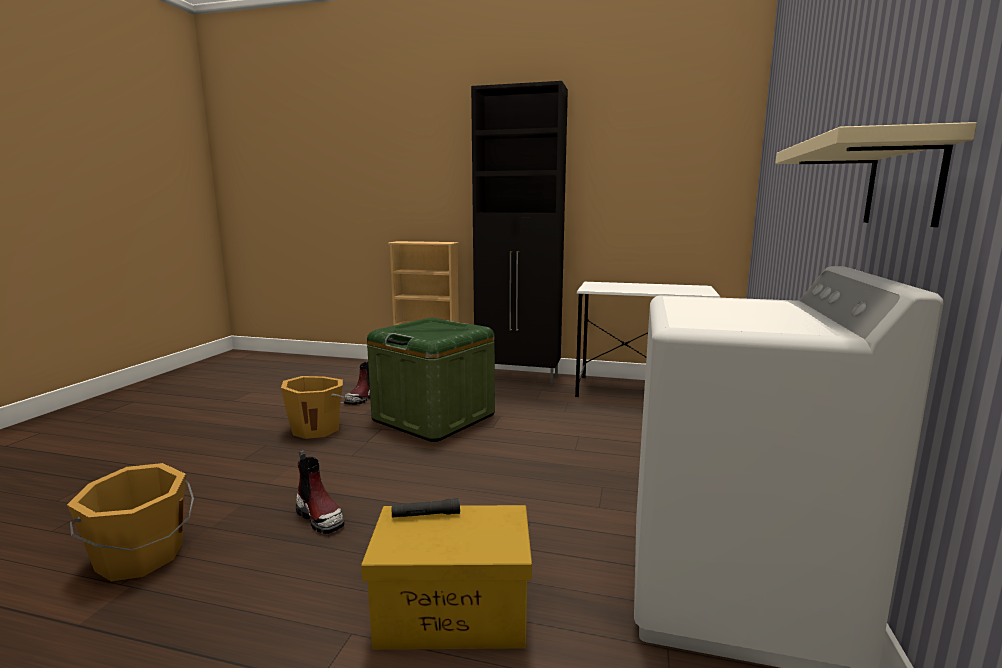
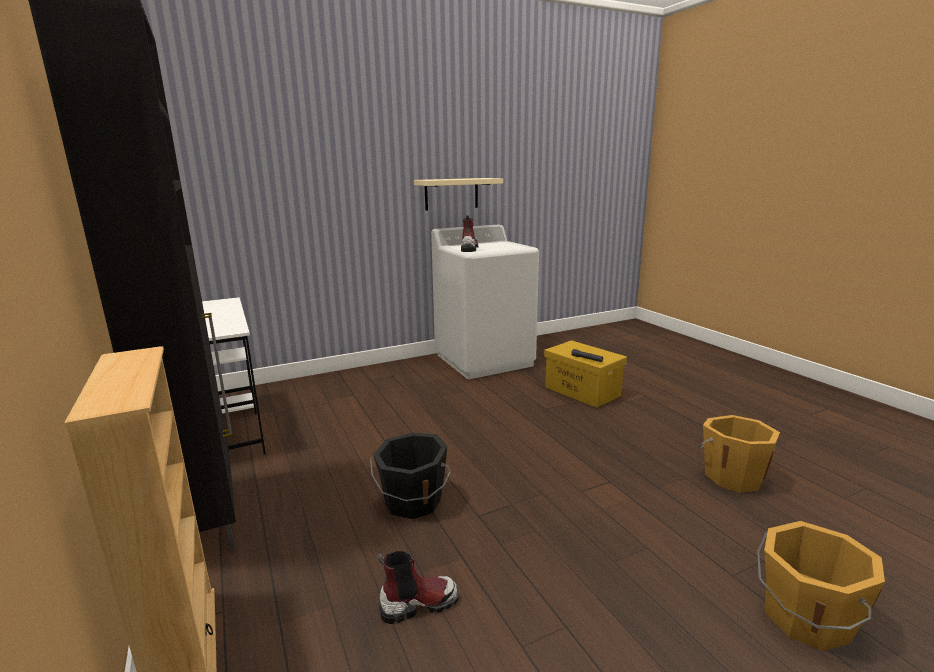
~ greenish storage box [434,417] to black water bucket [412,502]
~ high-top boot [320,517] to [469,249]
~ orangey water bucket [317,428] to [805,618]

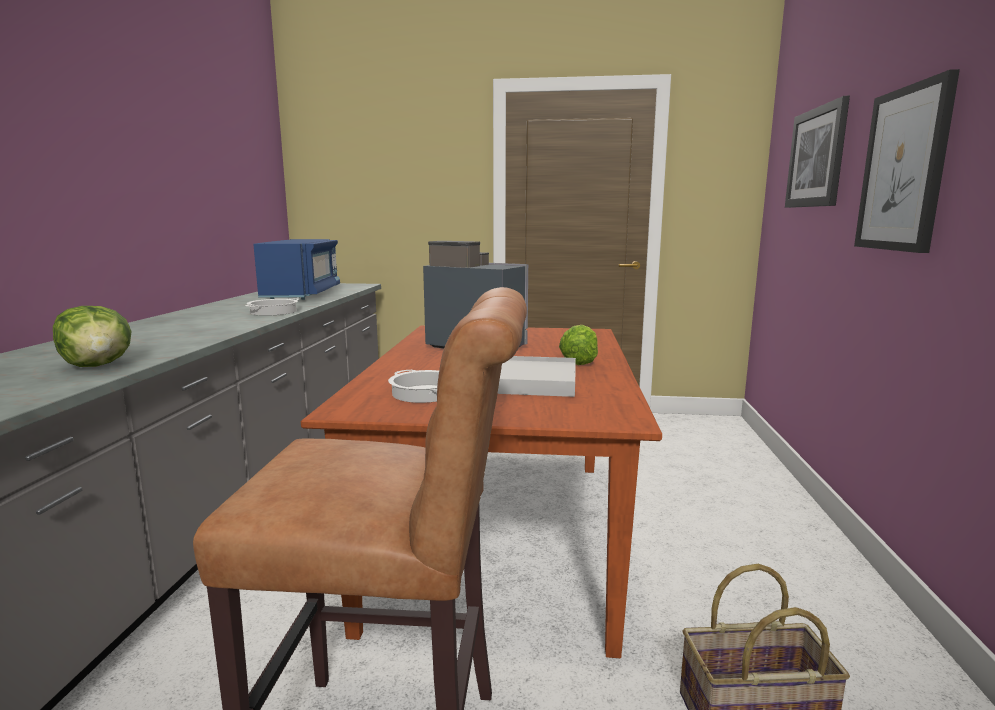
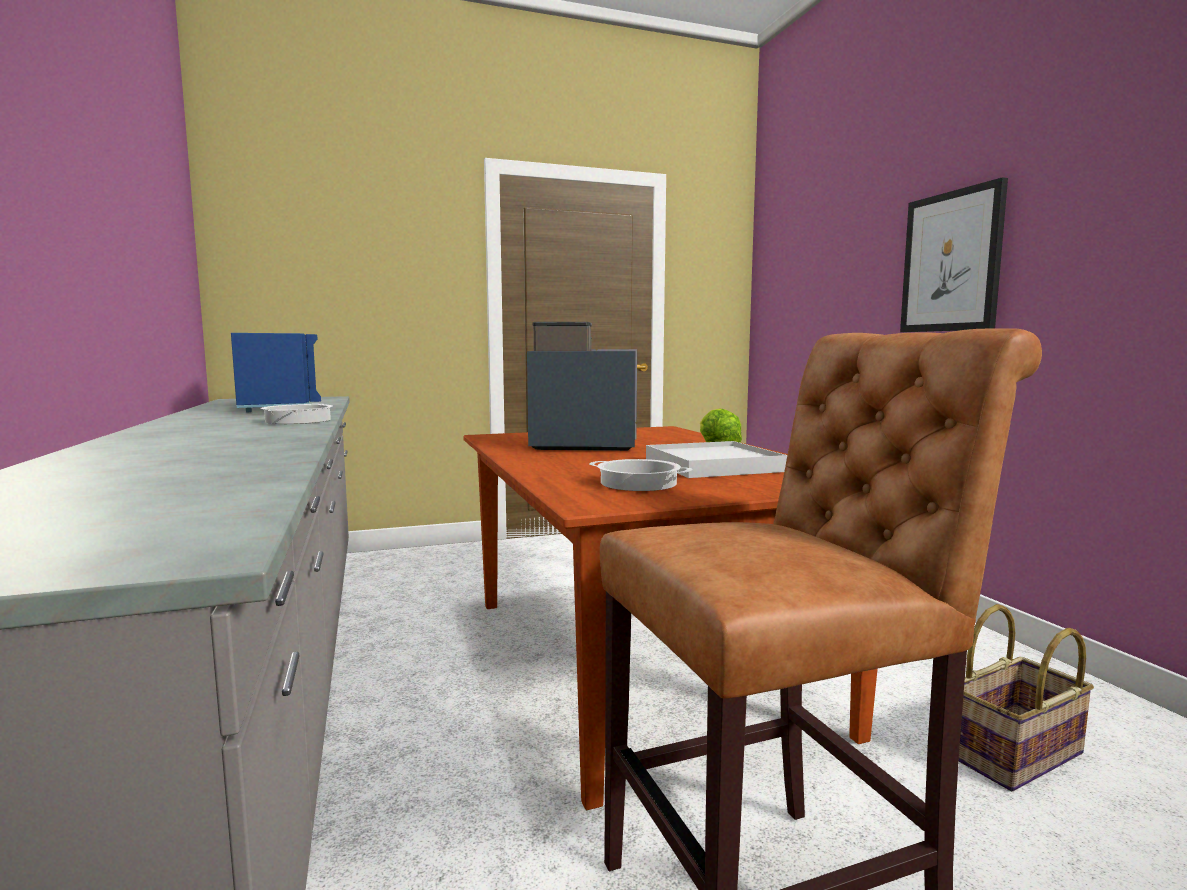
- lettuce [98,365]
- wall picture [817,157]

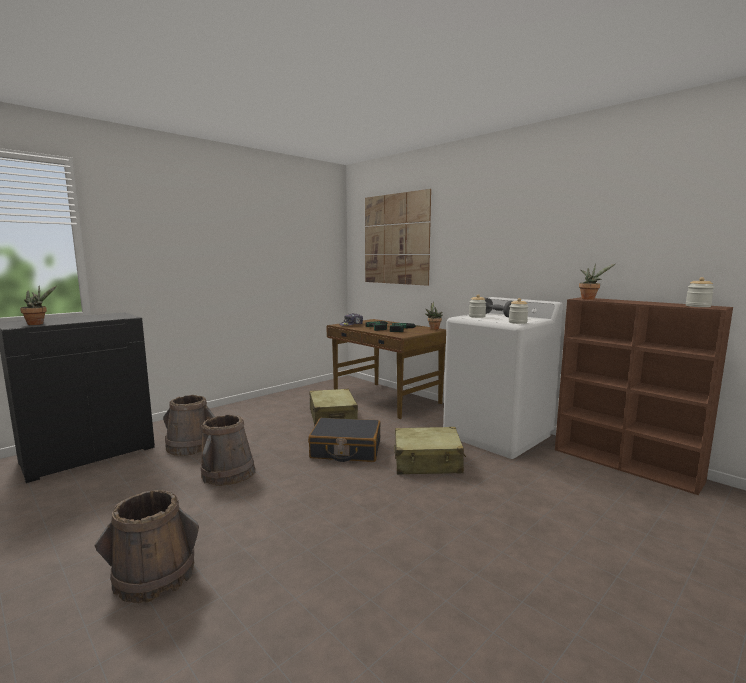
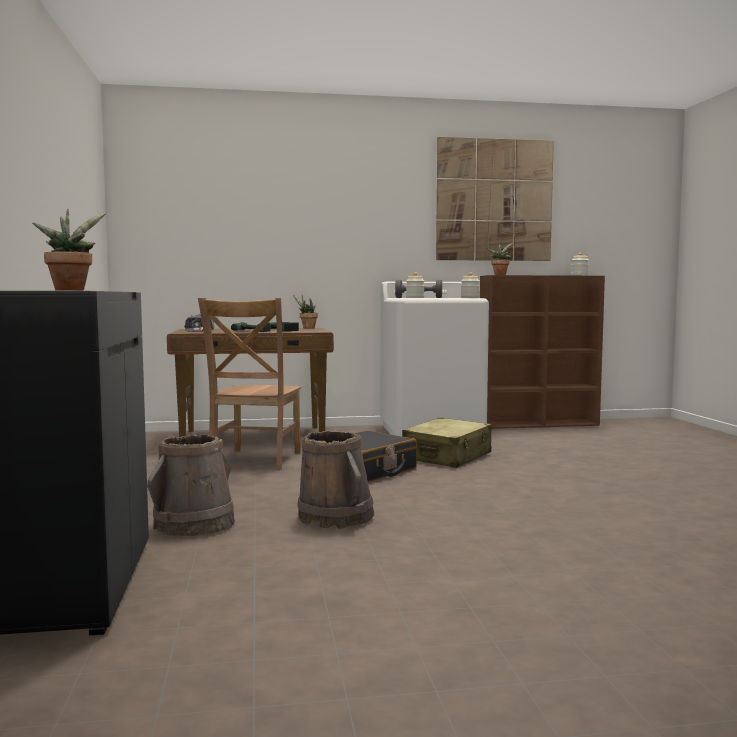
~ beige-coloured piece of luggage [332,417] to brown upright chair [254,460]
~ wall picture [396,239] to [494,200]
- brown water bucket [154,576]

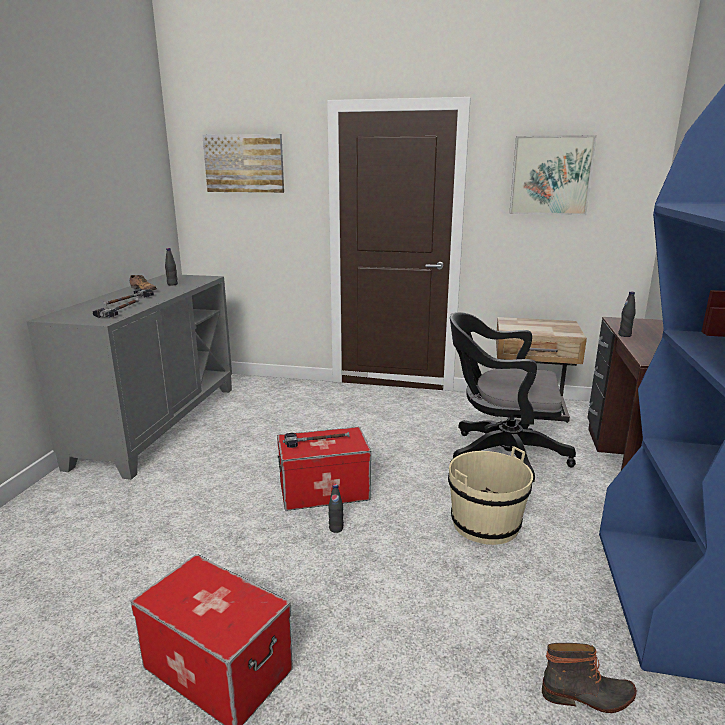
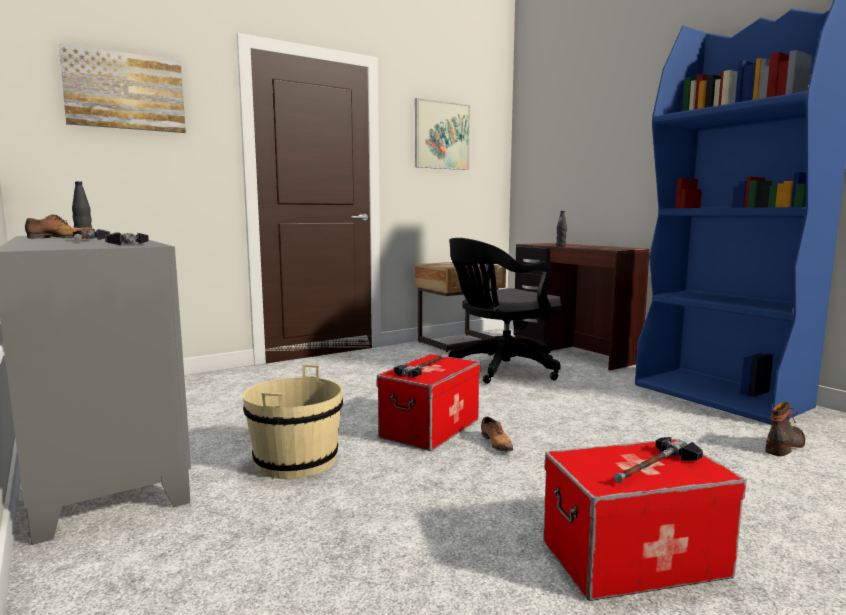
~ beige-coloured water bucket [485,524] to [296,461]
~ black drink bottle [336,528] to low shoe [496,443]
+ tool hammer [654,467]

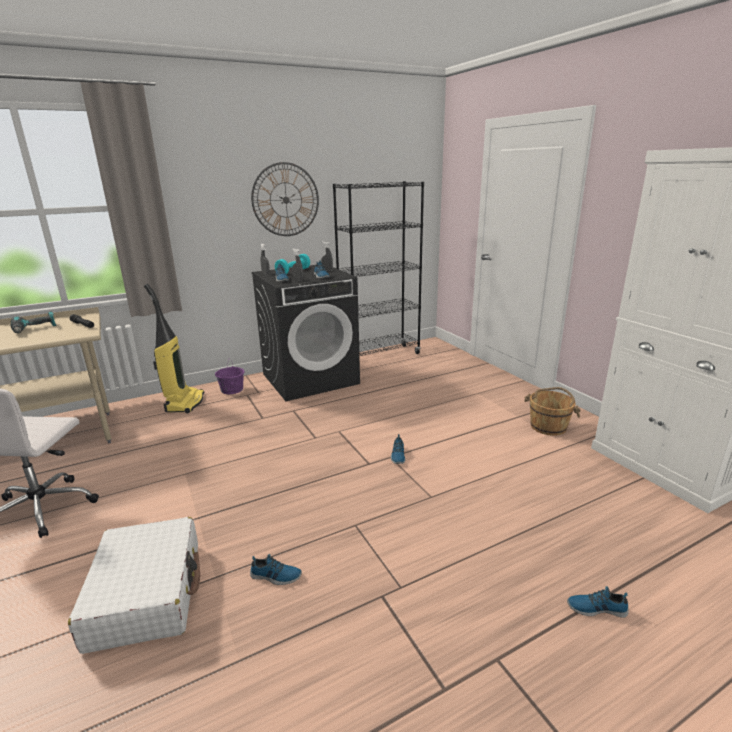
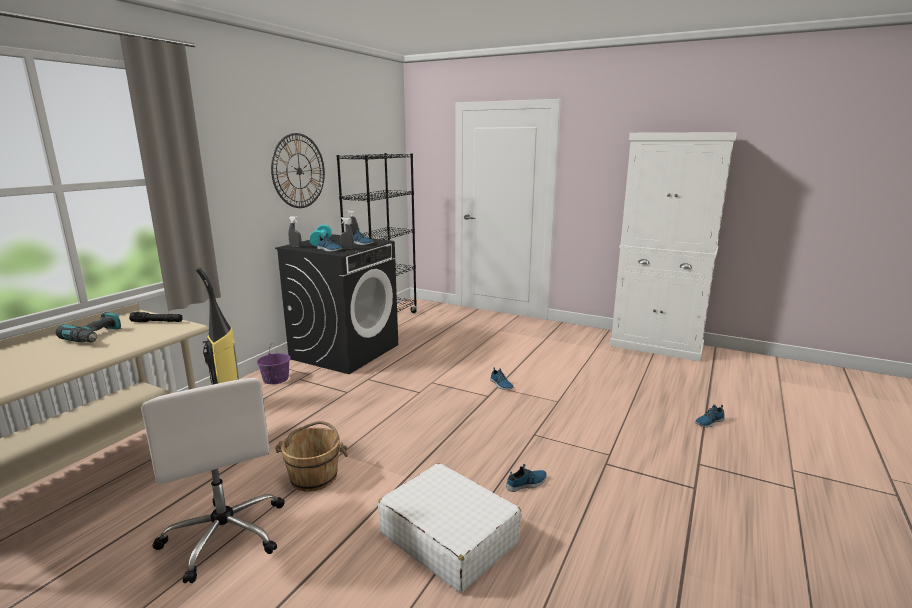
~ brown water bucket [548,426] to [314,476]

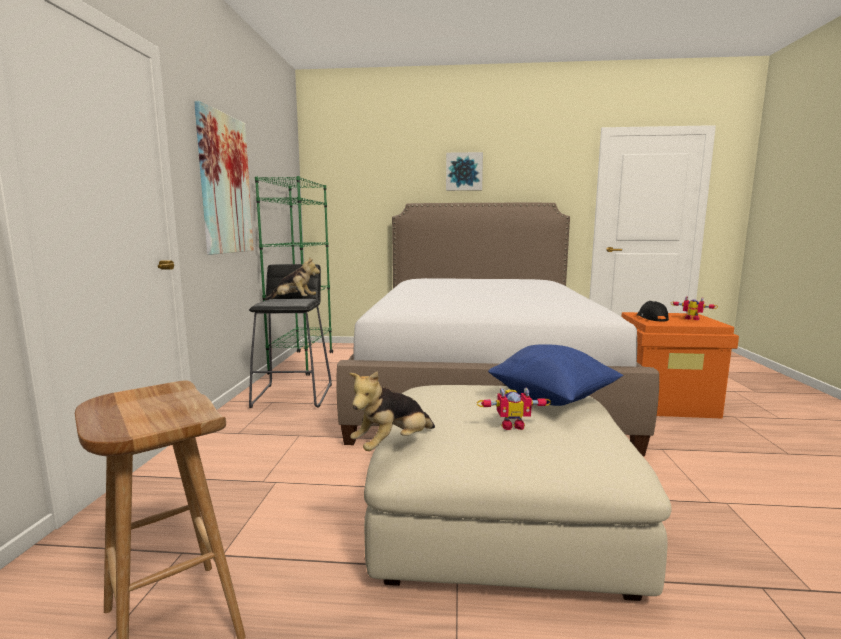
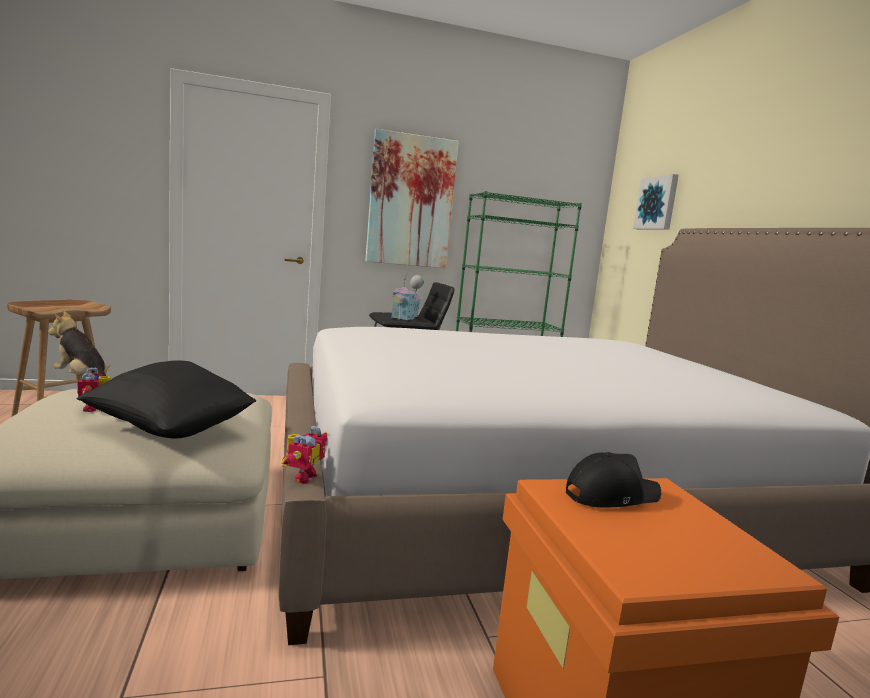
~ bluish pillow [553,400] to black pillow [171,430]
~ toy robot [691,319] to [301,476]
~ cuddly toy [294,300] to miniature house [406,317]
~ wall picture [464,171] to [657,203]

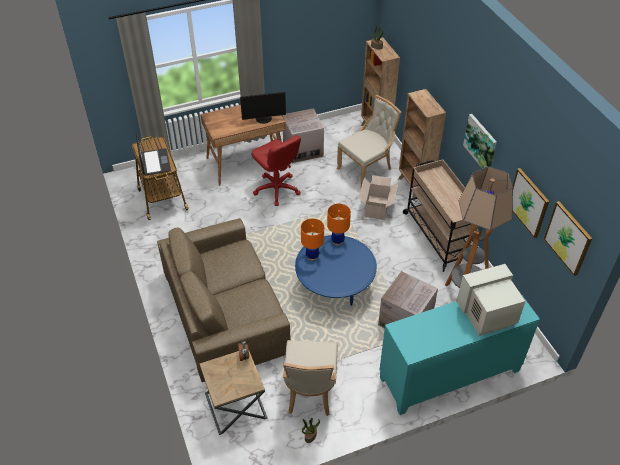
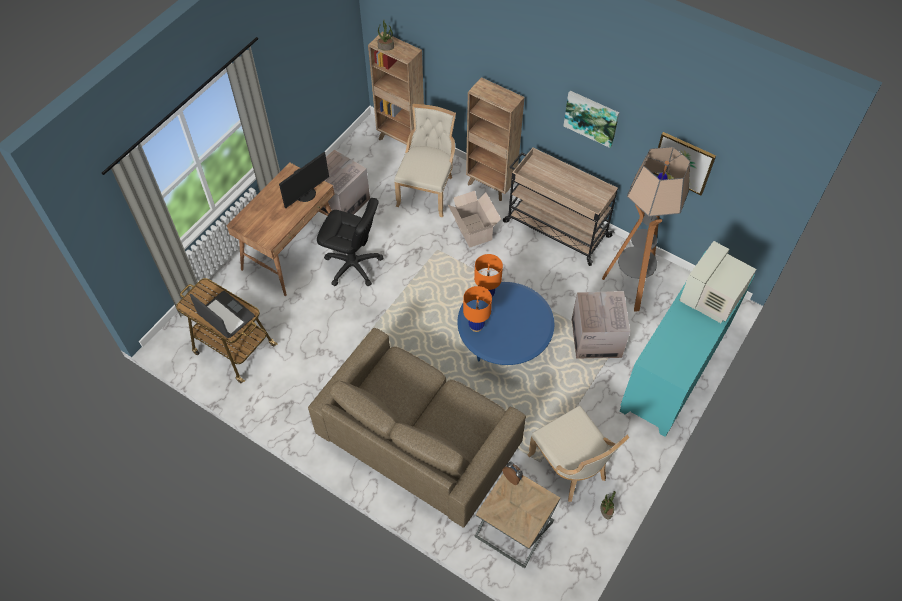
~ red office chair [276,189] to black office chair [353,266]
- wall picture [568,238]

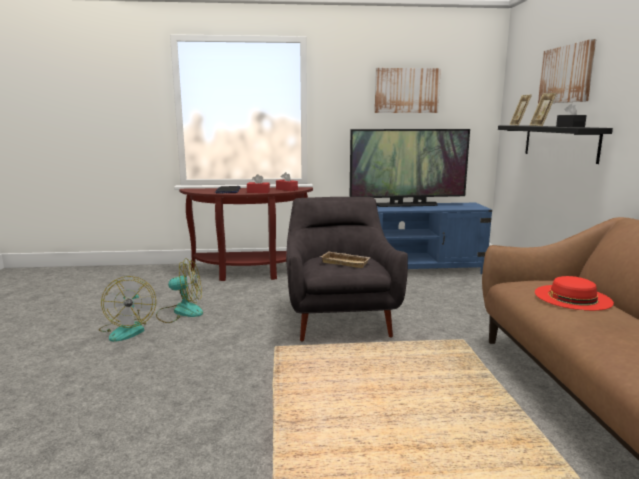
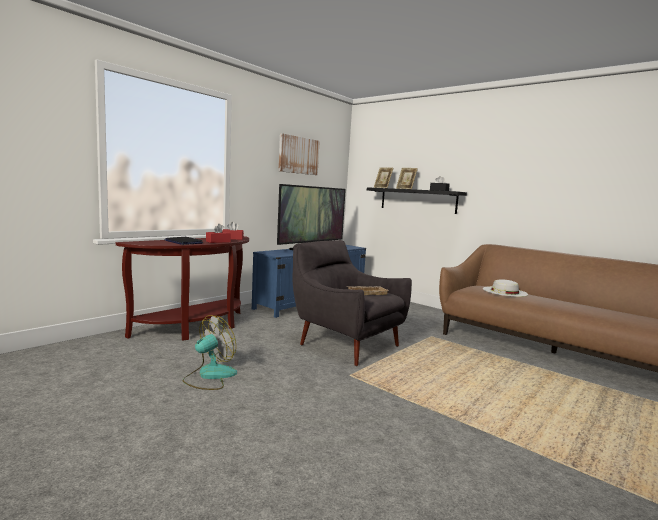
~ red clothing hat [572,297] to whitish clothing hat [505,291]
- cooling fan [128,330]
- wall picture [566,74]

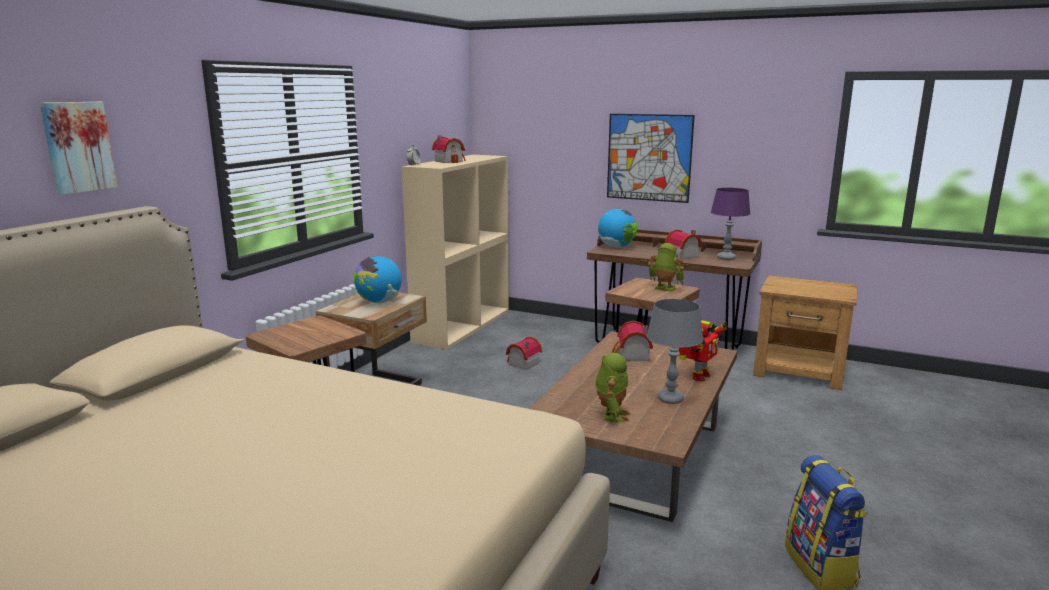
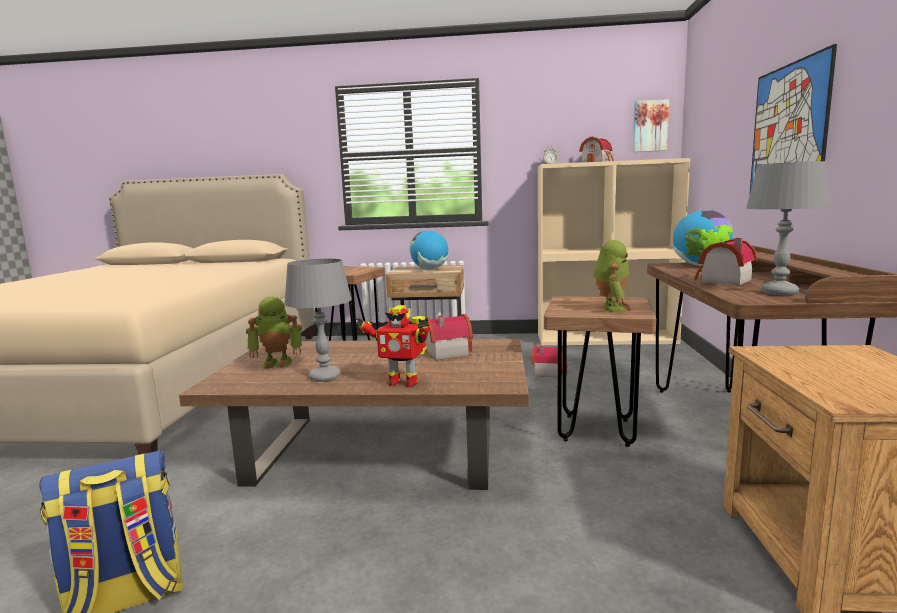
~ wall picture [77,147] to [650,126]
~ purple-coloured lamp for a table [726,258] to greyish lamp for a table [779,292]

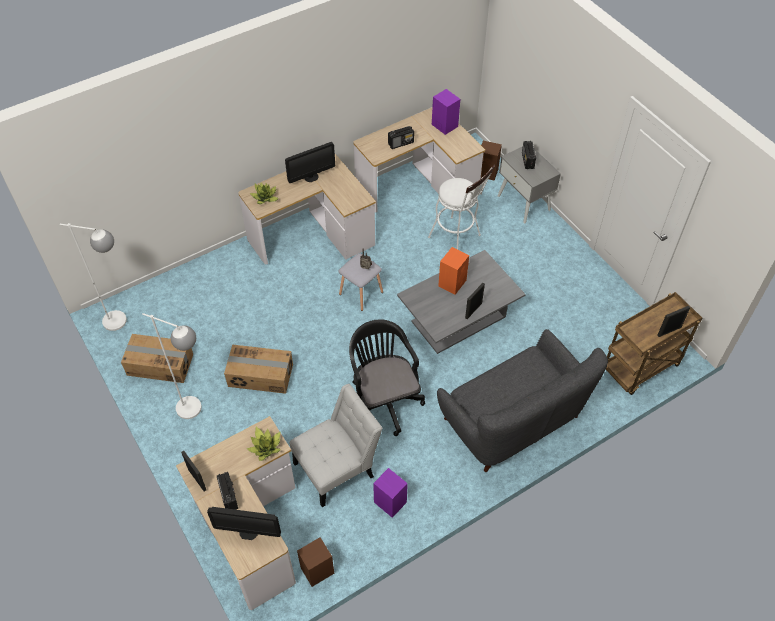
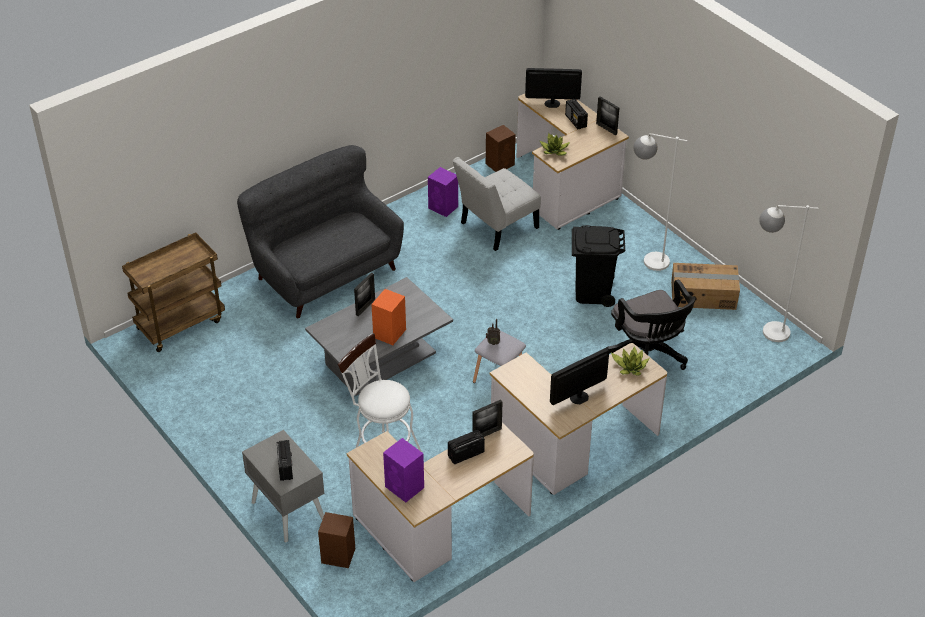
~ picture frame [669,331] to [487,434]
~ carton [260,376] to black trash can [592,292]
~ black office chair [384,399] to [649,356]

